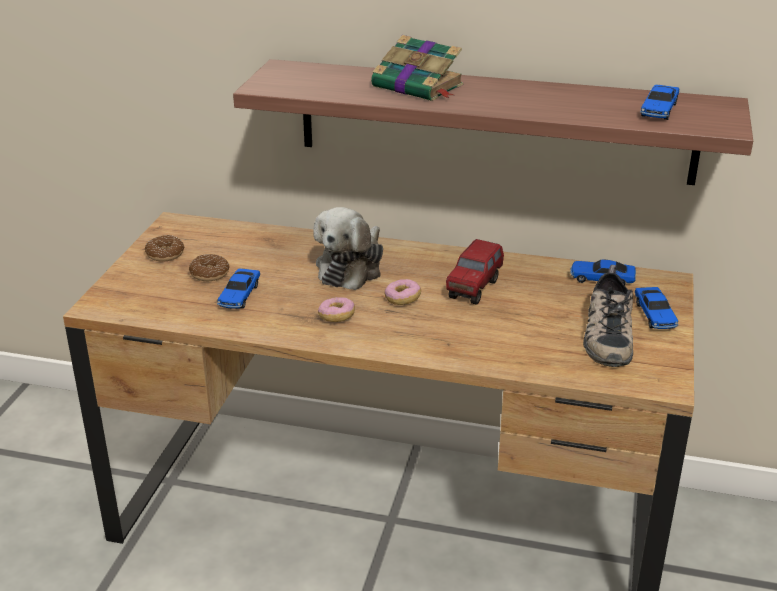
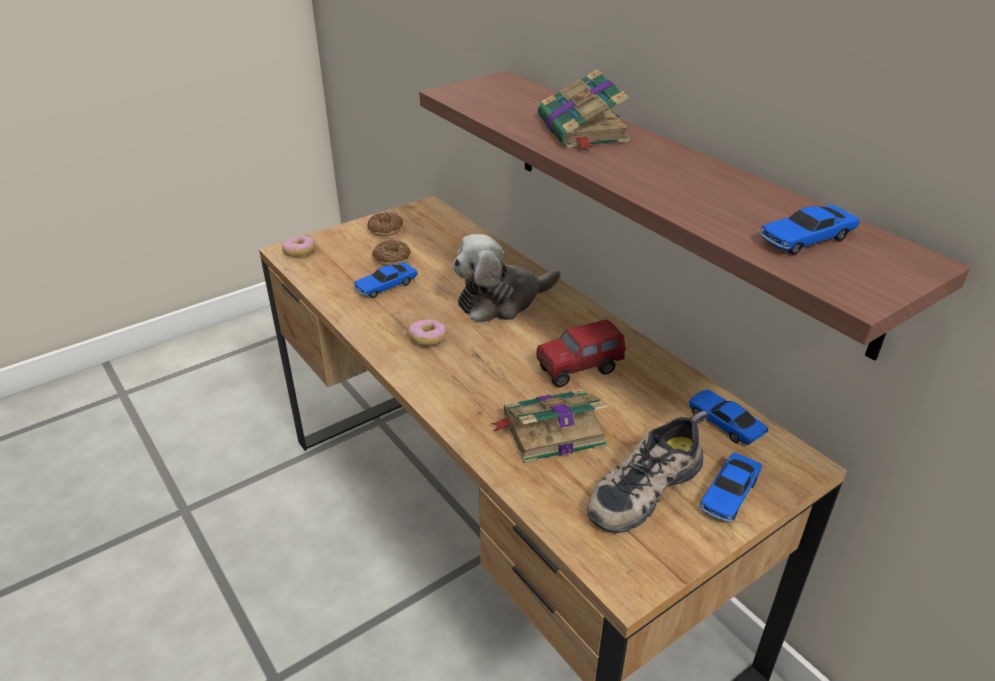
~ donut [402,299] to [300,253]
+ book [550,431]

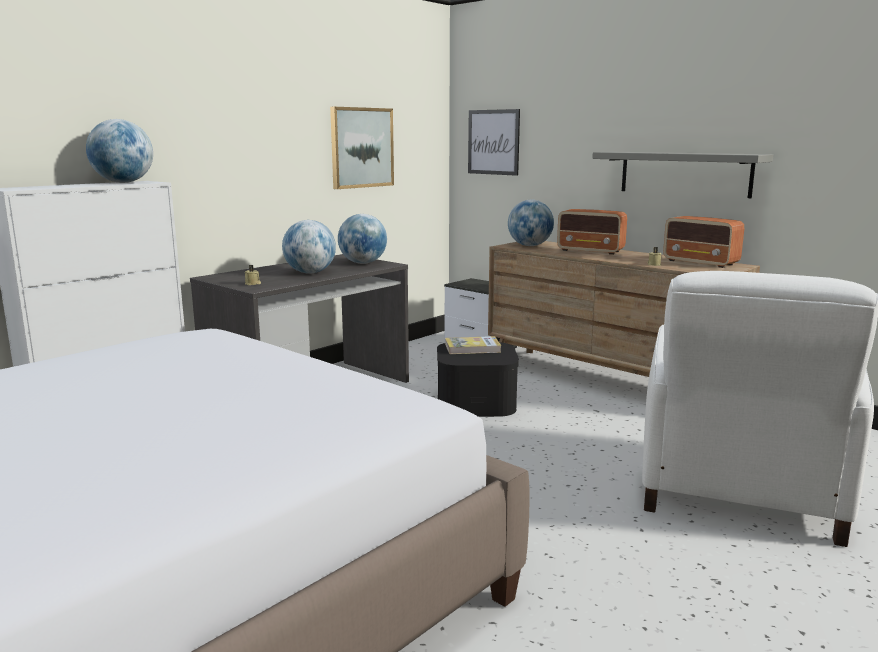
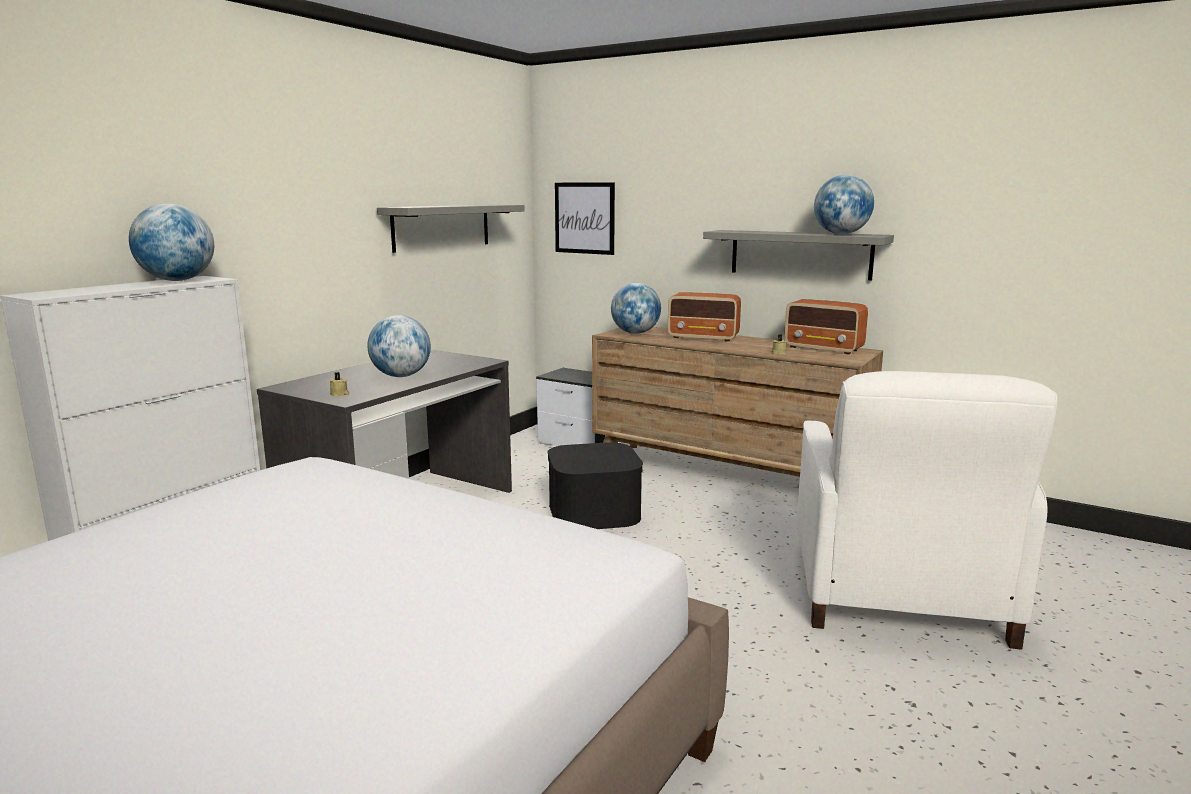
~ wall picture [361,147] to greyish shelf [442,227]
~ desk globe [363,263] to [841,234]
- book [472,348]

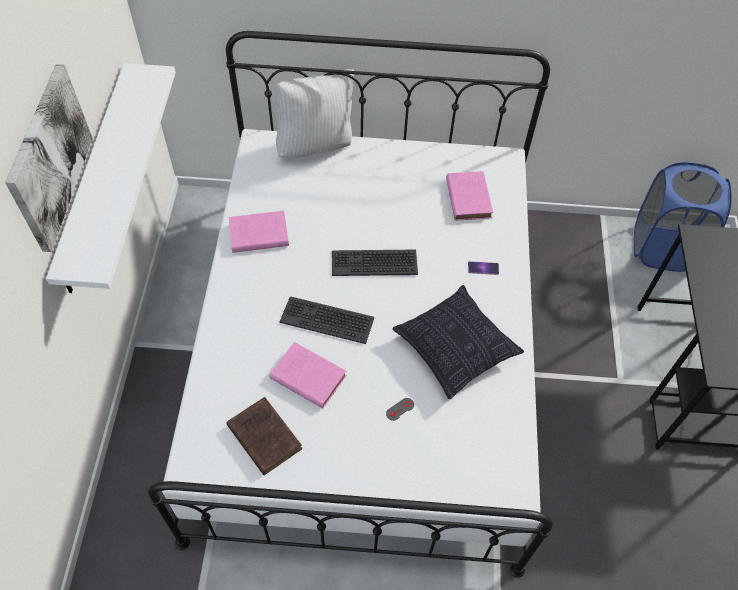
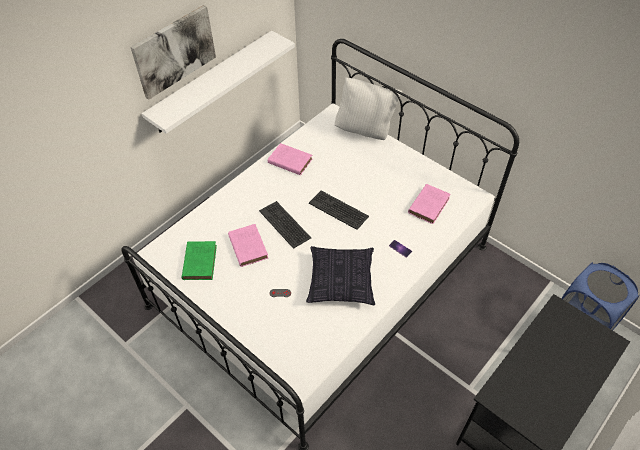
~ brown book [263,436] to greenish book [200,261]

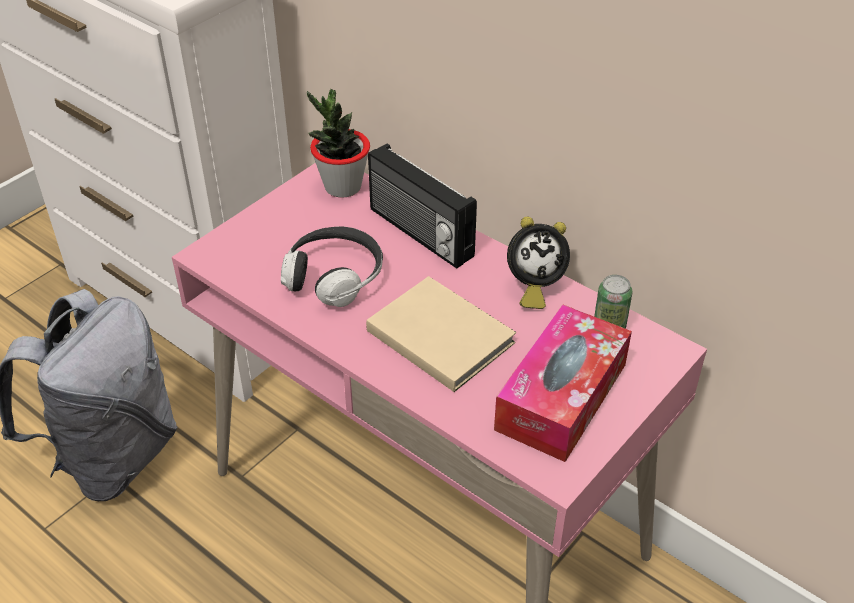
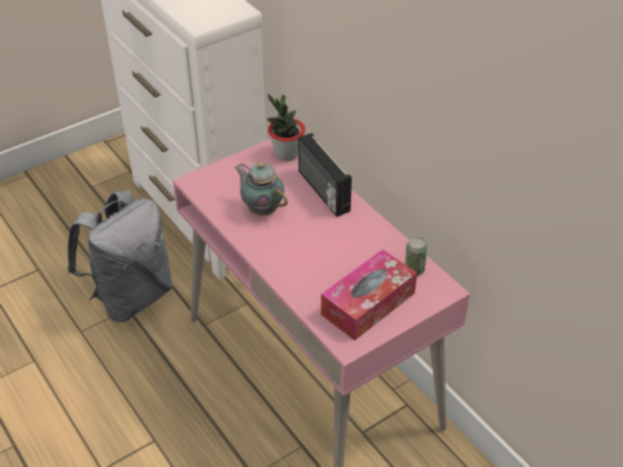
~ headset [334,278] to tea pot [262,209]
- beige-coloured book [439,334]
- table clock [533,287]

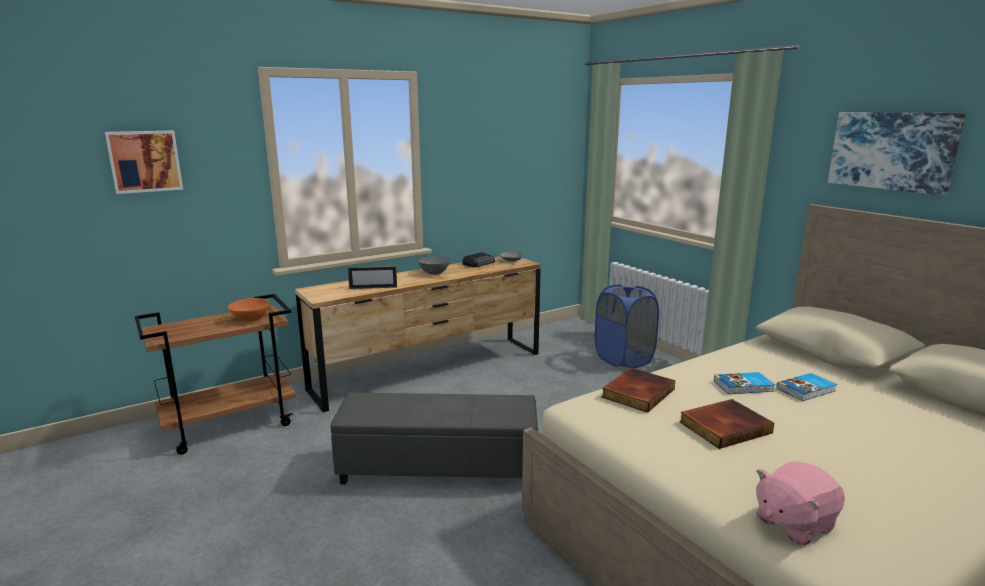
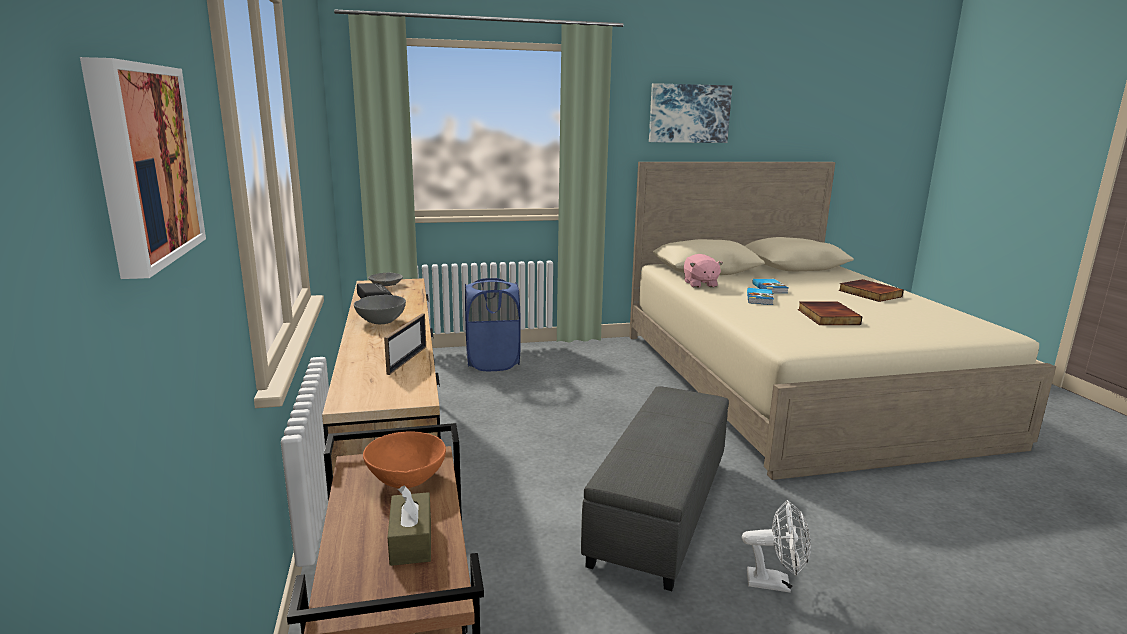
+ brown tissue holder [411,541]
~ pink-coloured cuddly toy [793,523] to [700,284]
+ whitish cooling fan [775,583]
~ book [637,392] to [869,293]

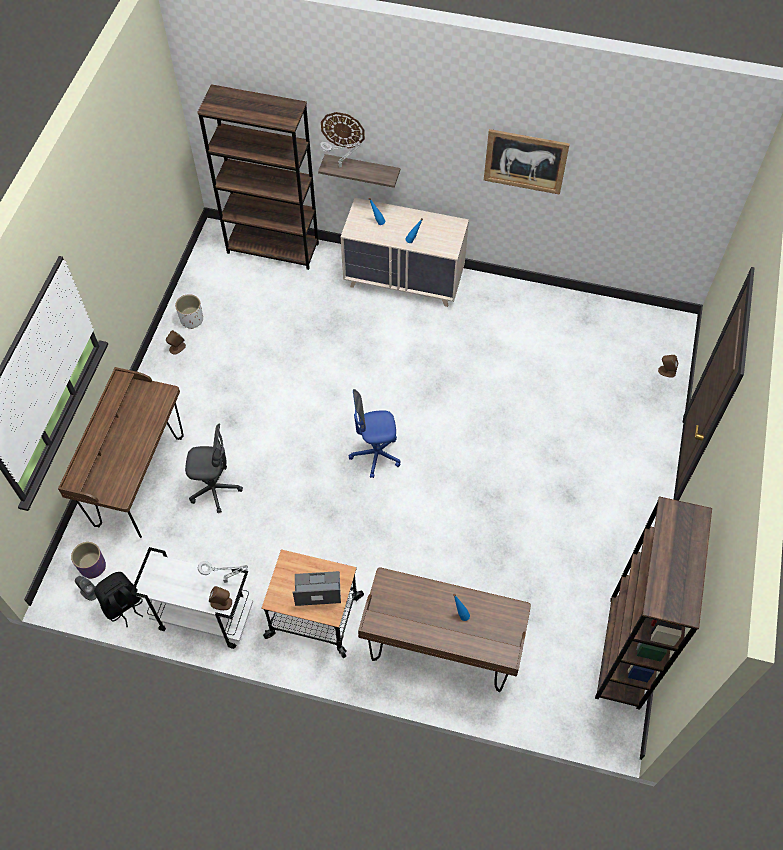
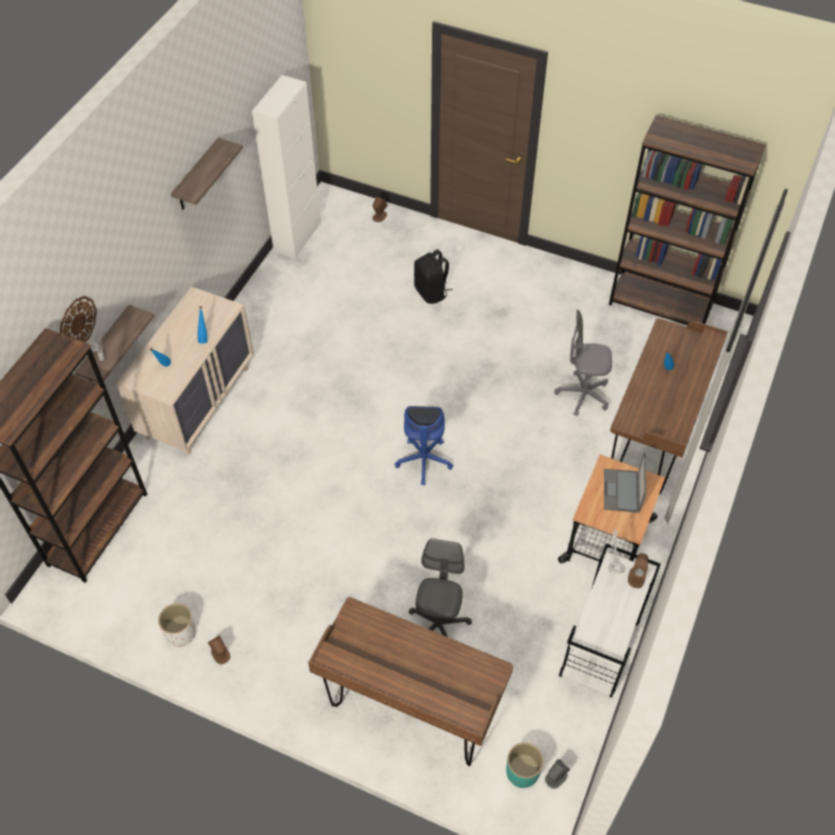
~ wall picture [525,161] to shelf [197,176]
+ whitish storage cabinet [297,237]
~ black backpack [123,606] to [431,292]
~ purple-coloured planter [93,566] to turquoise planter [522,772]
+ greyish office chair [583,395]

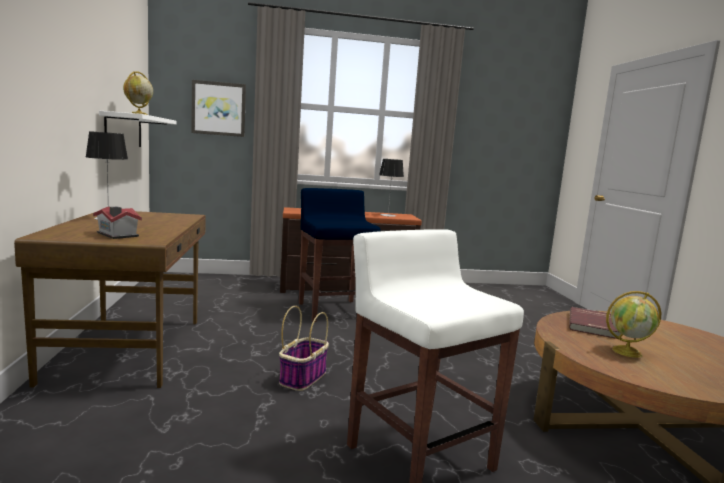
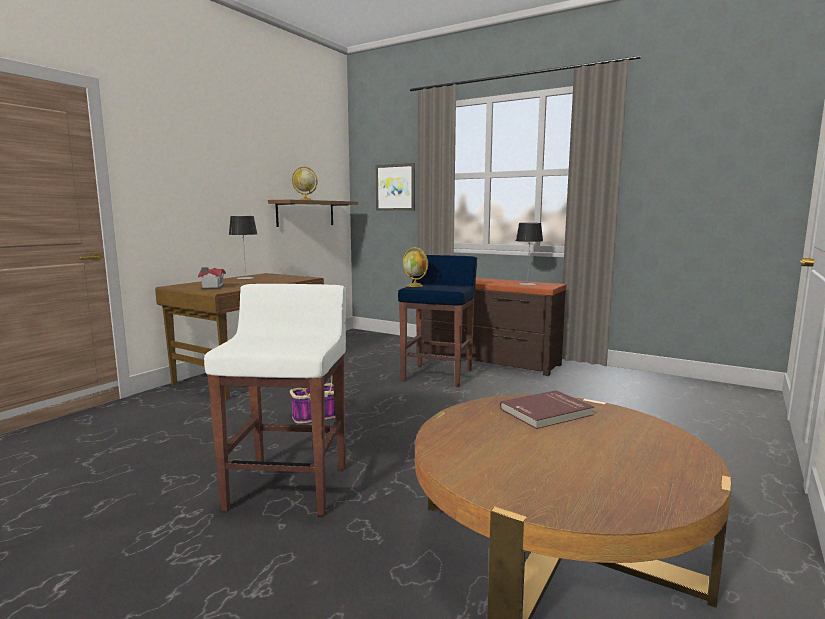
~ whitish shelf [124,131] to brown shelf [305,213]
~ desk globe [627,352] to [415,286]

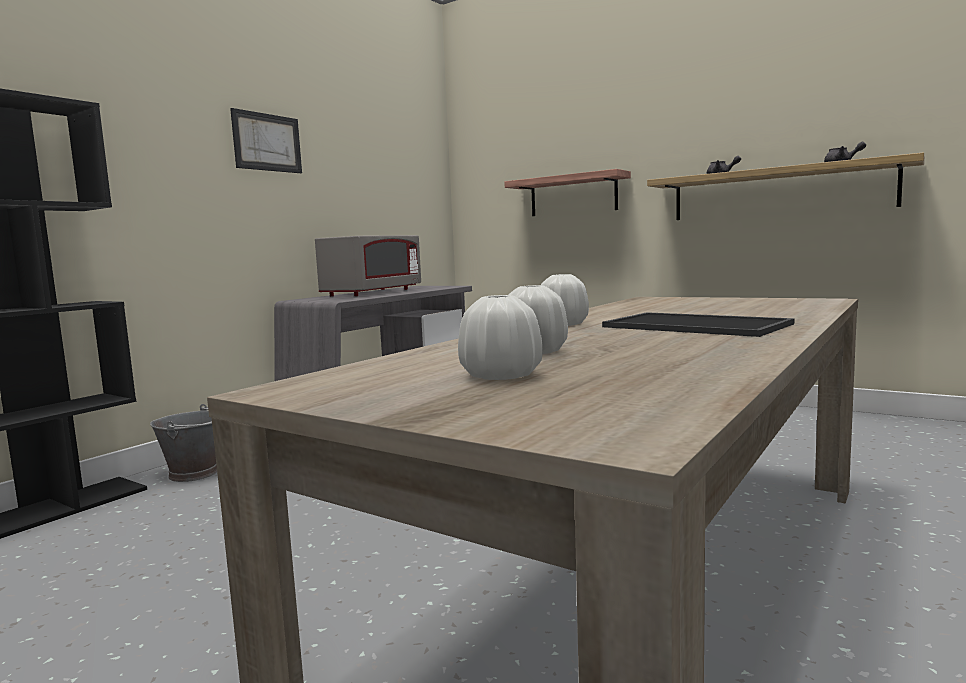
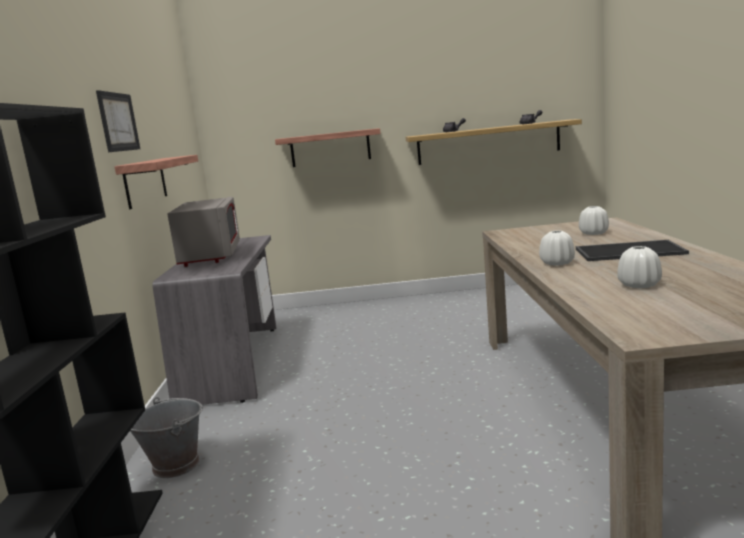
+ shelf [145,182]
~ whitish flower vase [501,376] to [593,233]

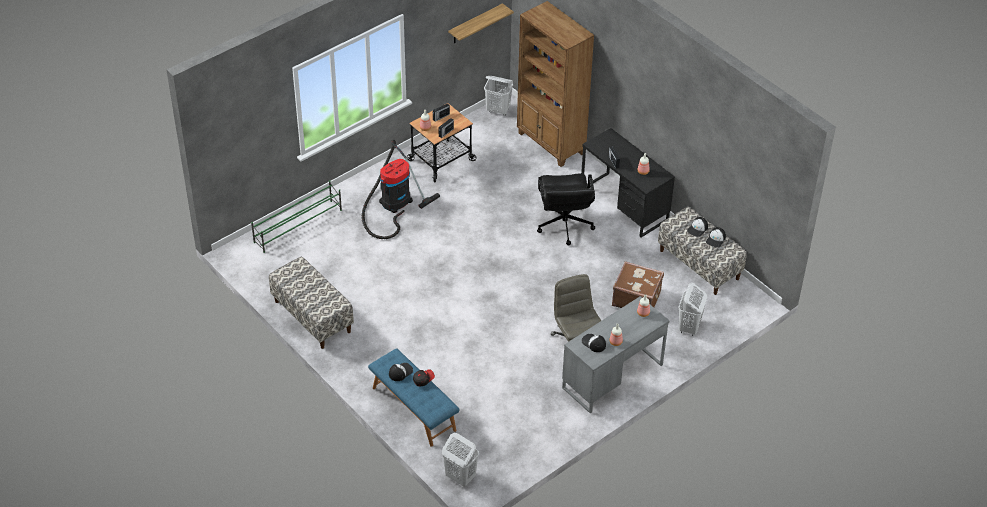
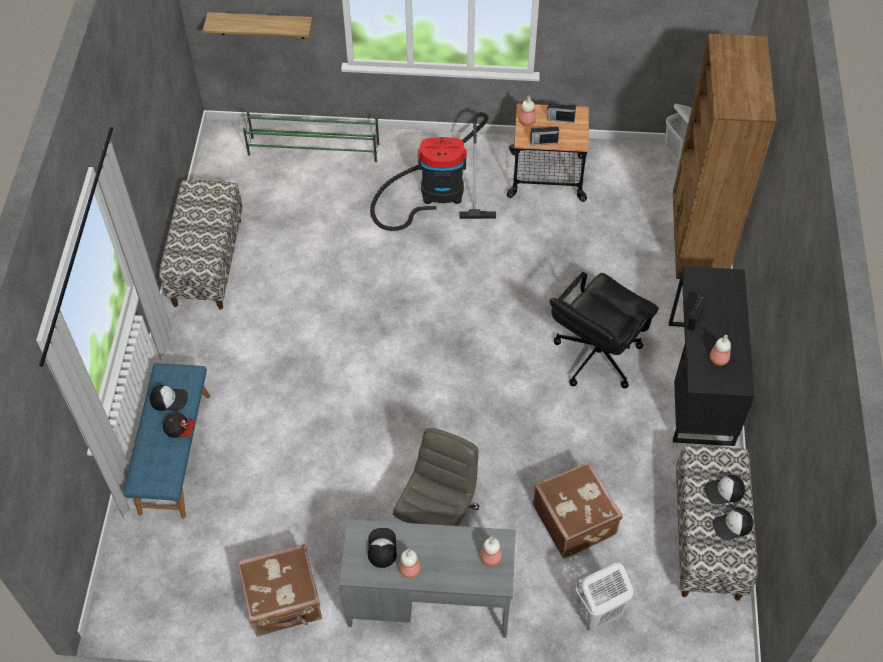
~ shelf [475,24] to [261,25]
+ brown piece of luggage [284,602]
- whitish washing basket [460,477]

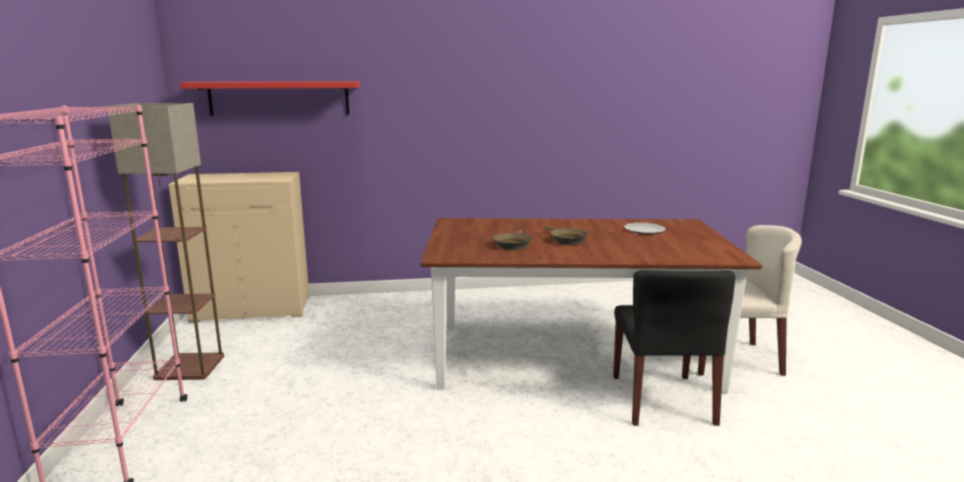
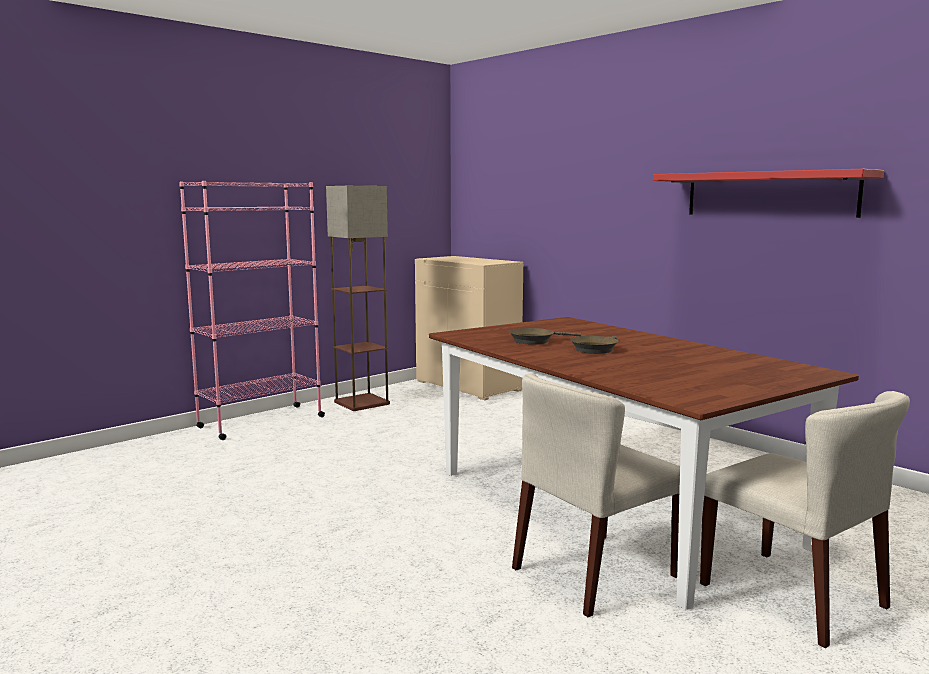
~ black upright chair [662,400] to beige-coloured upright chair [594,573]
~ red shelf [279,98] to [769,194]
- dinner plate [644,230]

